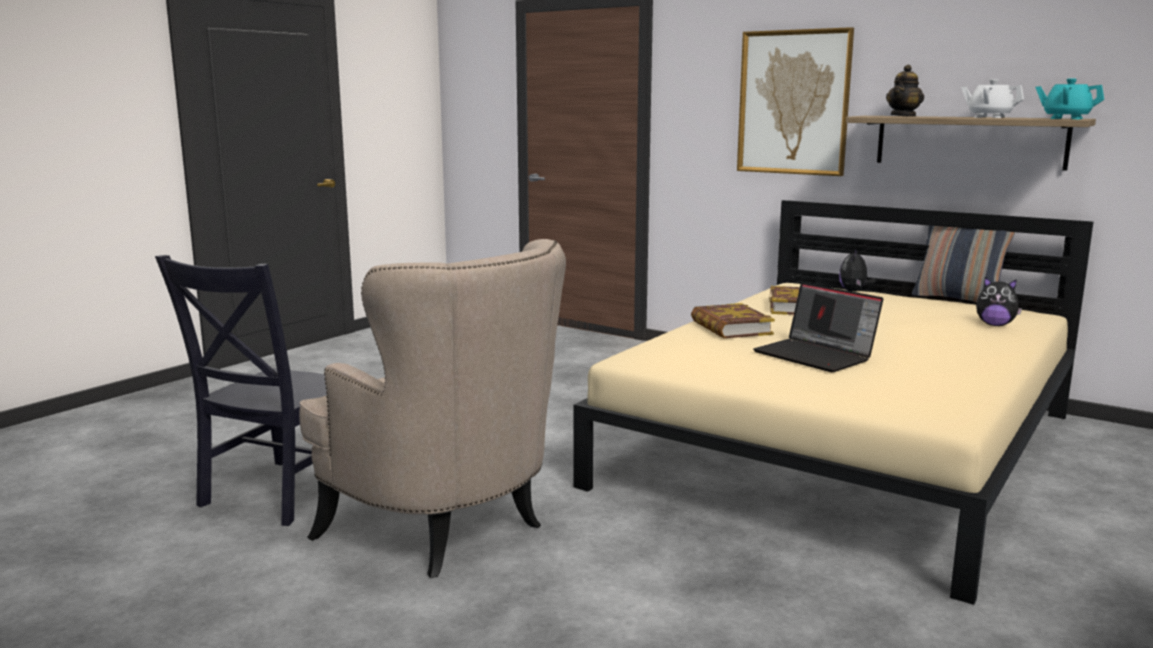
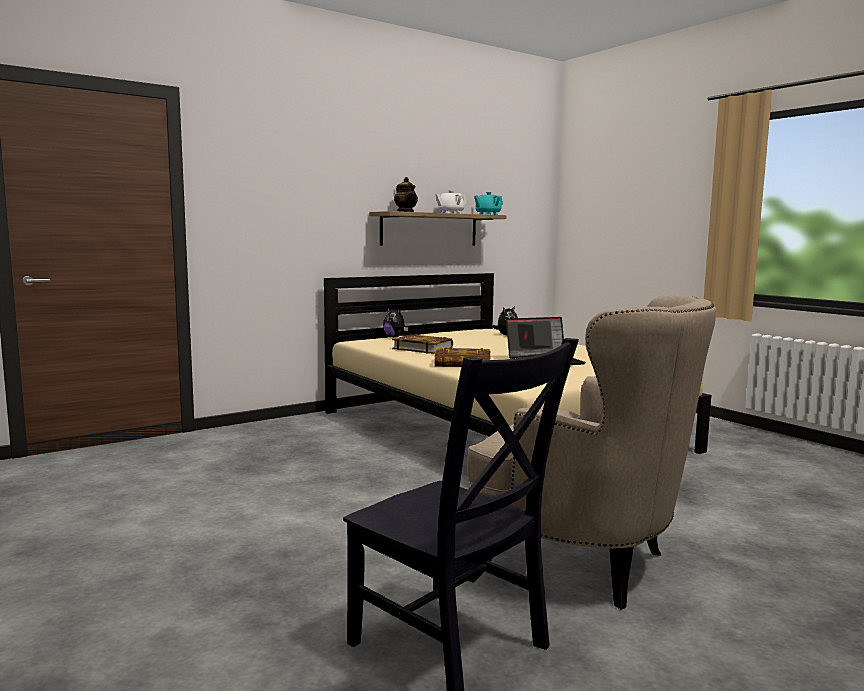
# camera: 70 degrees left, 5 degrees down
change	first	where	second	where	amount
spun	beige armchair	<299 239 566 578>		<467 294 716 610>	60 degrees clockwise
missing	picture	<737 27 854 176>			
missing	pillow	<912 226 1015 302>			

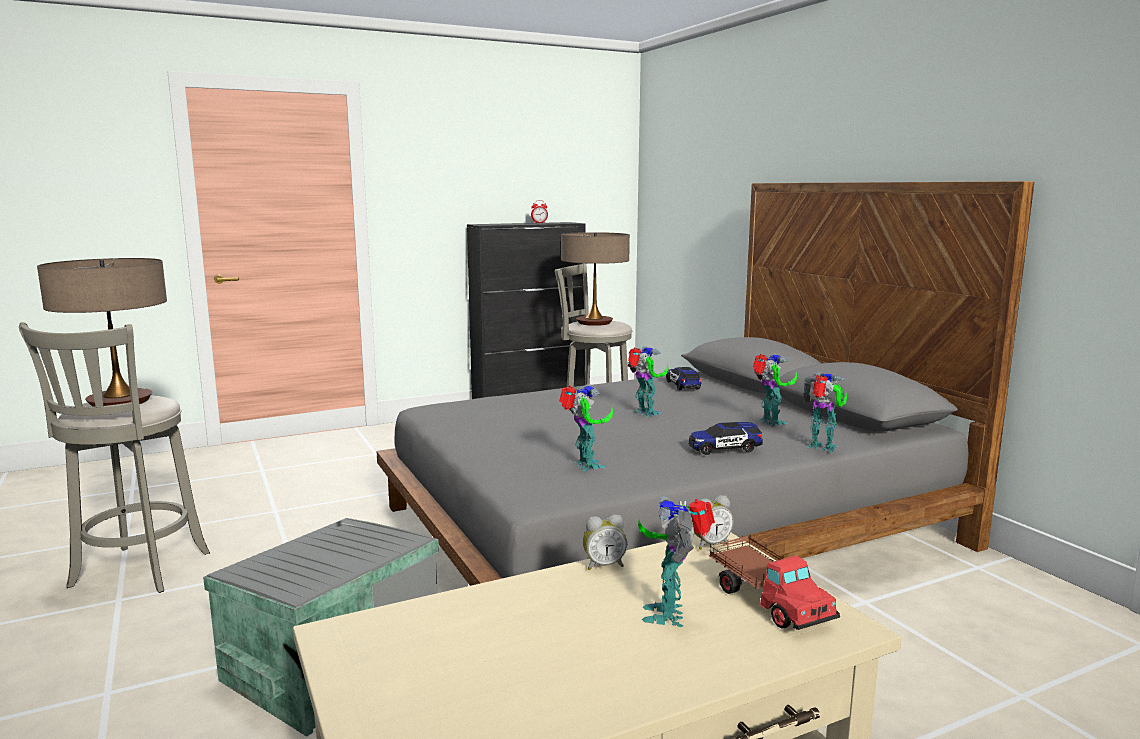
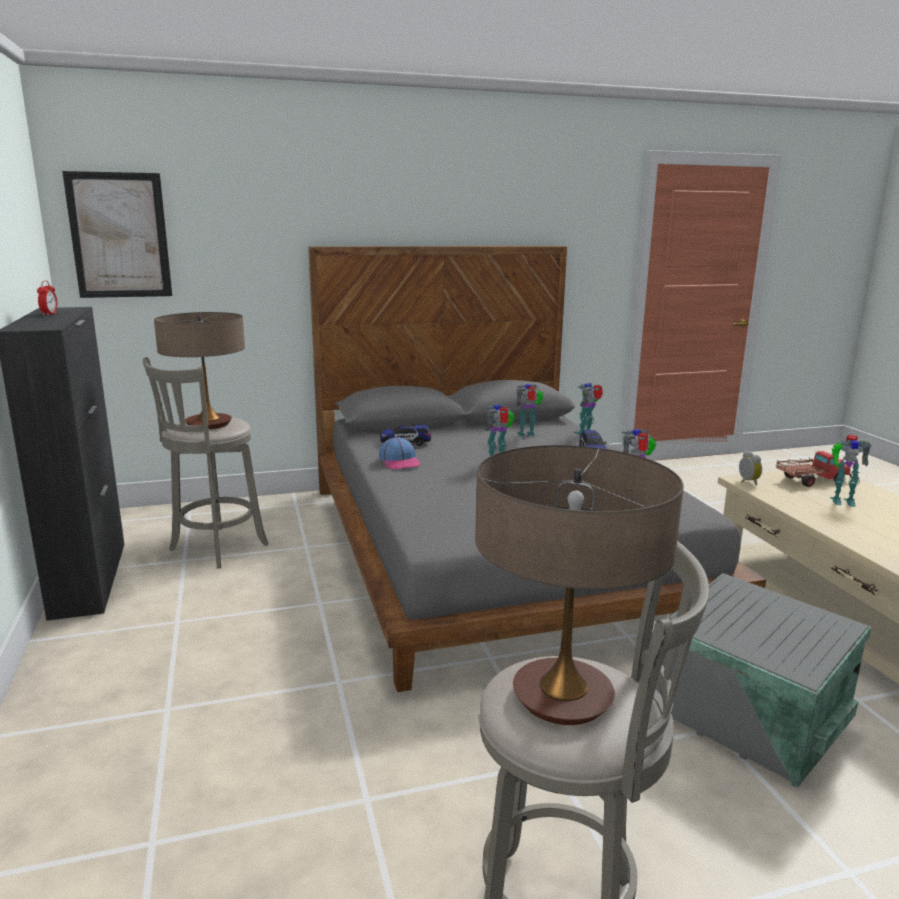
# camera: 80 degrees left, 5 degrees up
change	first	where	second	where	amount
appeared			picture	<62 171 172 298>	
appeared			cap	<379 437 420 469>	
missing	alarm clock	<583 515 627 571>			

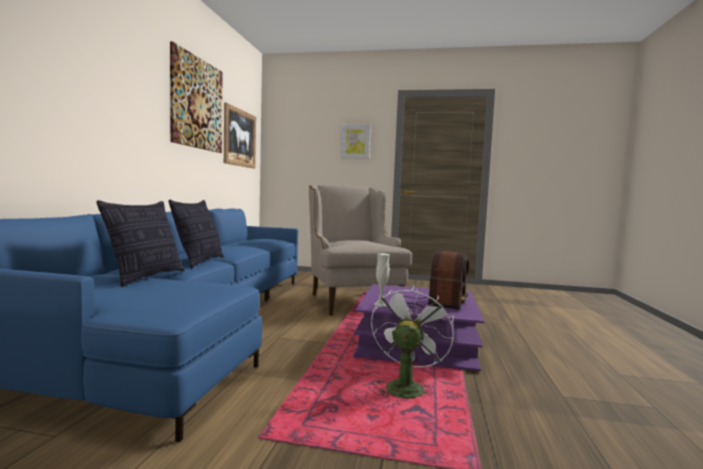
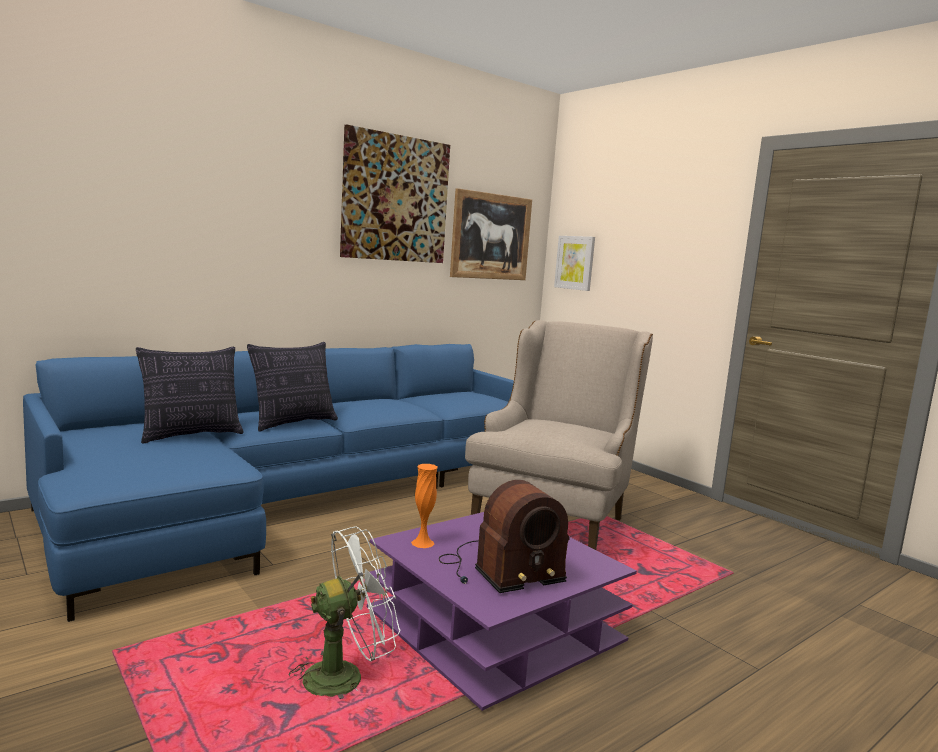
# camera: 40 degrees right, 5 degrees up
change	first	where	second	where	amount
colour	white vase	<374 253 390 306>	orange vase	<411 464 438 548>	
relocated	picture	<341 125 371 159>		<554 236 595 291>	

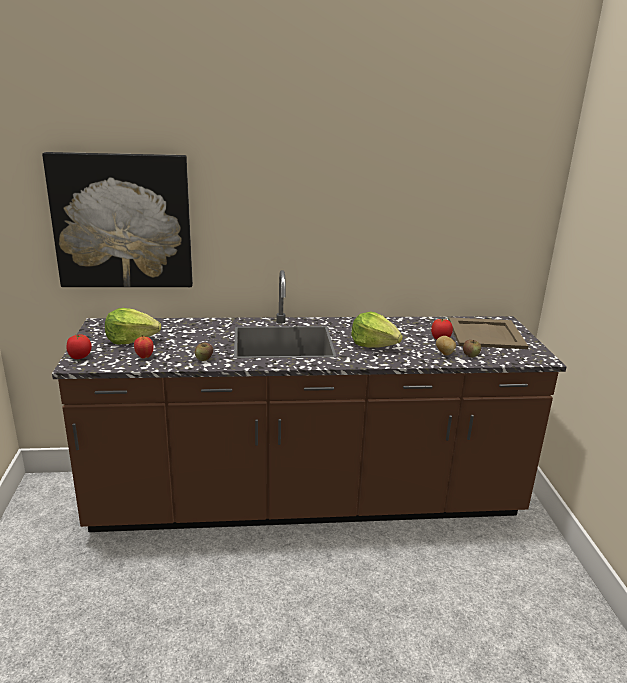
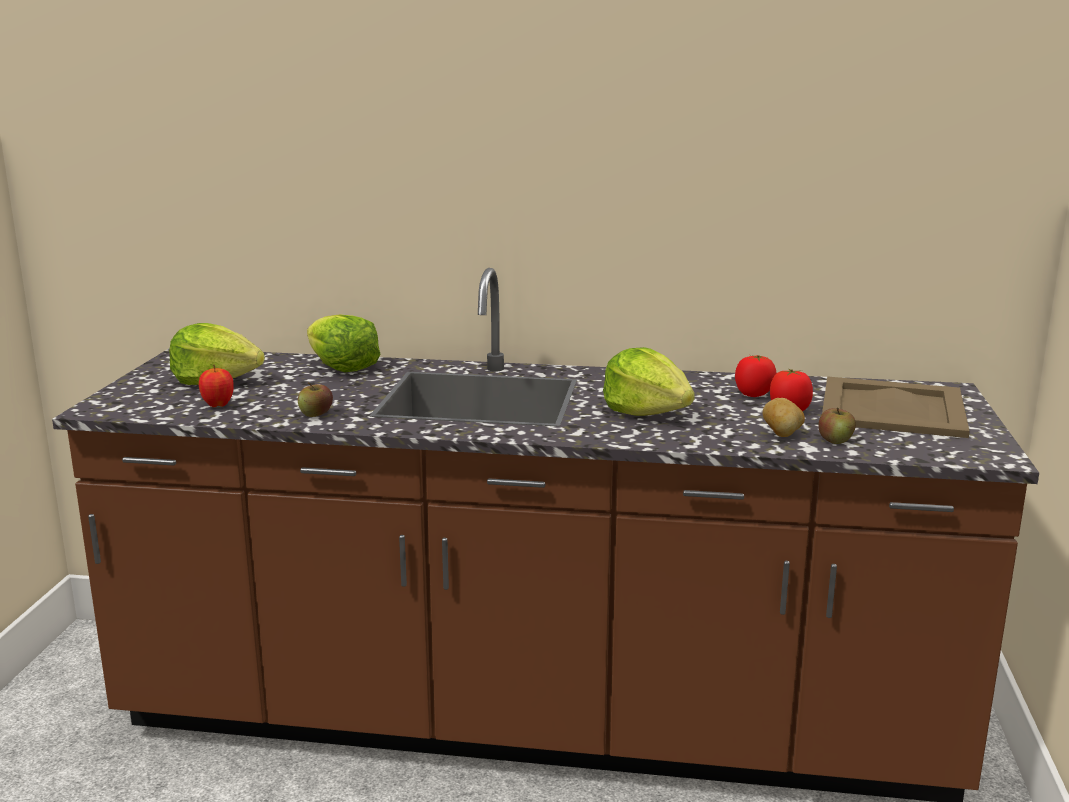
# camera: 15 degrees right, 5 degrees down
change	first	where	second	where	amount
appeared			lettuce	<307 314 380 372>	
relocated	tomato	<66 334 92 359>		<735 355 777 397>	
missing	picture	<42 152 193 287>			

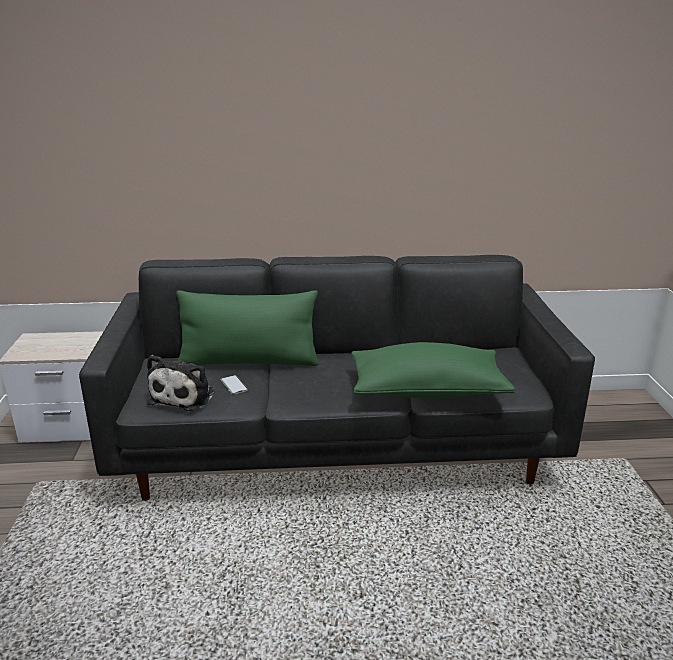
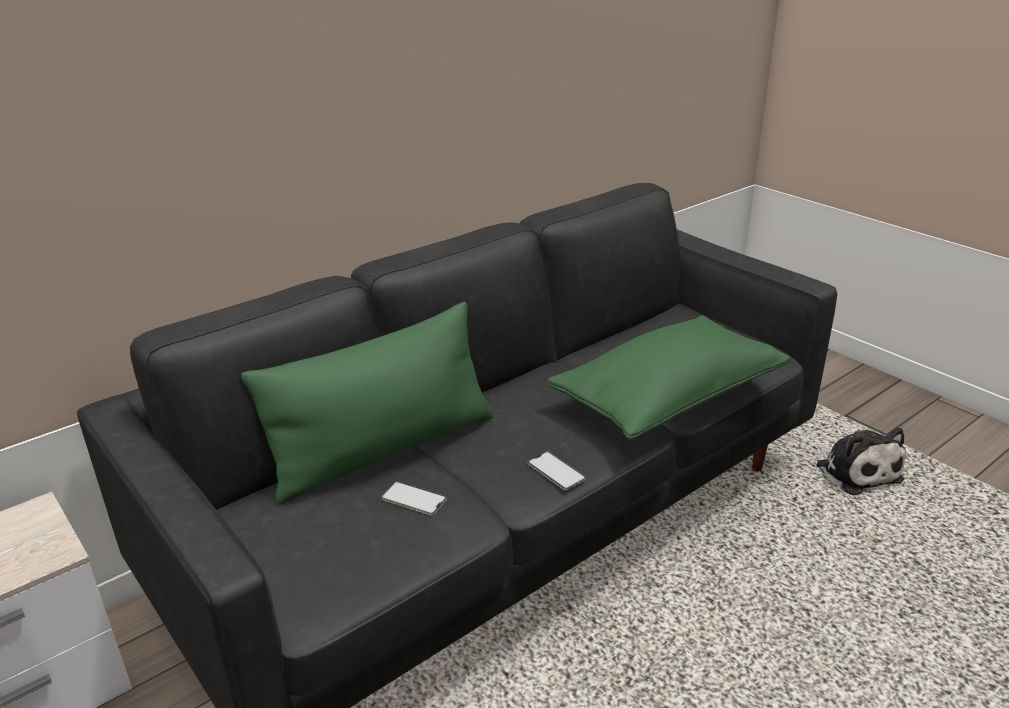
# camera: 35 degrees left, 5 degrees up
change	first	where	second	where	amount
appeared			phone	<527 451 586 490>	
relocated	plush toy	<147 355 214 411>		<817 428 905 495>	

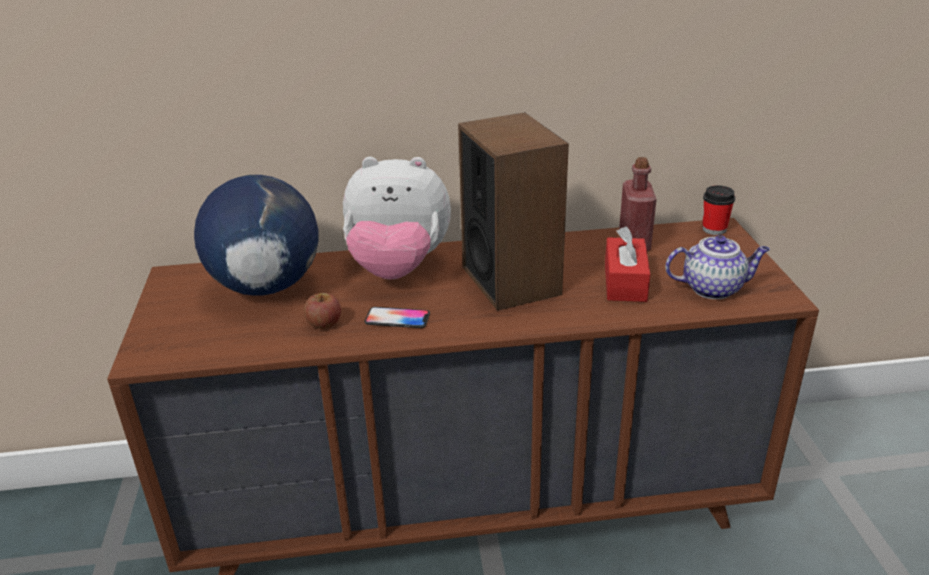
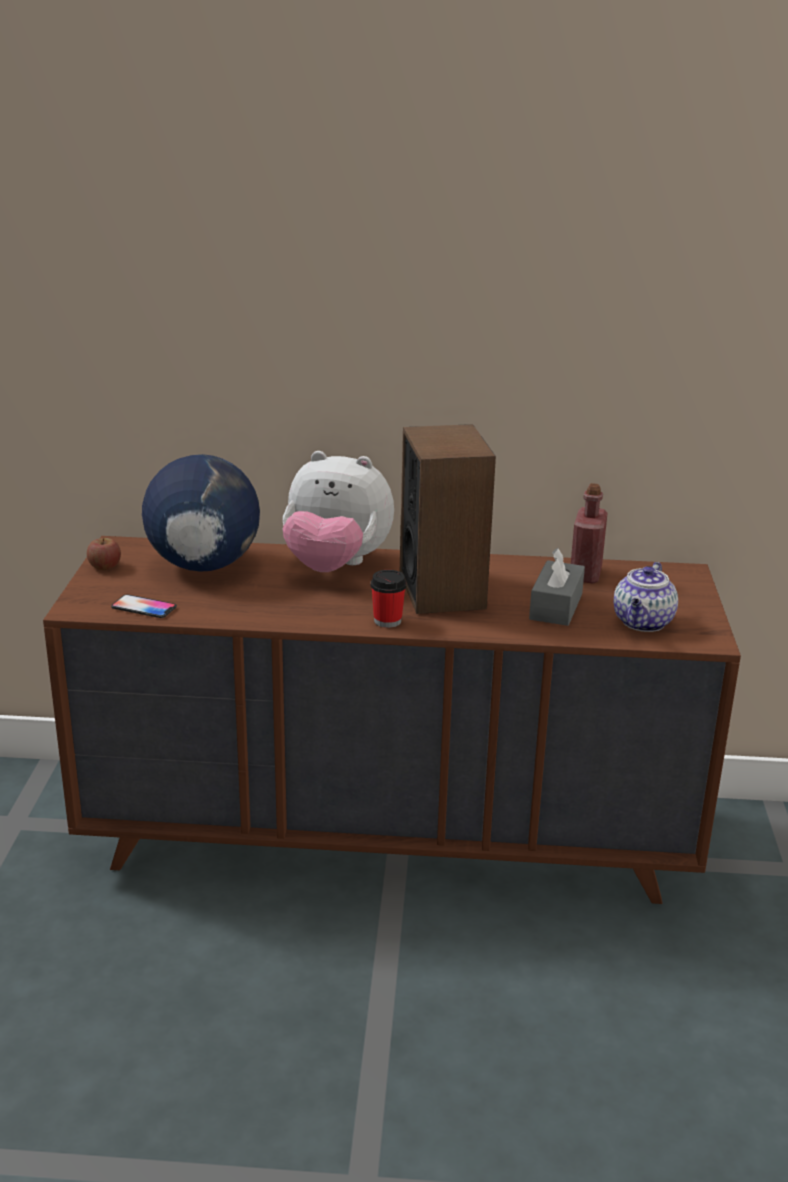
# camera: 10 degrees right, 5 degrees down
change	first	where	second	where	amount
relocated	apple	<304 293 341 329>		<87 538 121 570>	
relocated	phone	<365 307 430 328>		<111 594 177 618>	
relocated	cup	<703 185 735 235>		<371 570 406 628>	
colour	red tissue box	<605 226 650 302>	grey tissue box	<529 548 585 626>	
spun	teapot	<665 235 770 299>		<614 562 678 632>	105 degrees clockwise

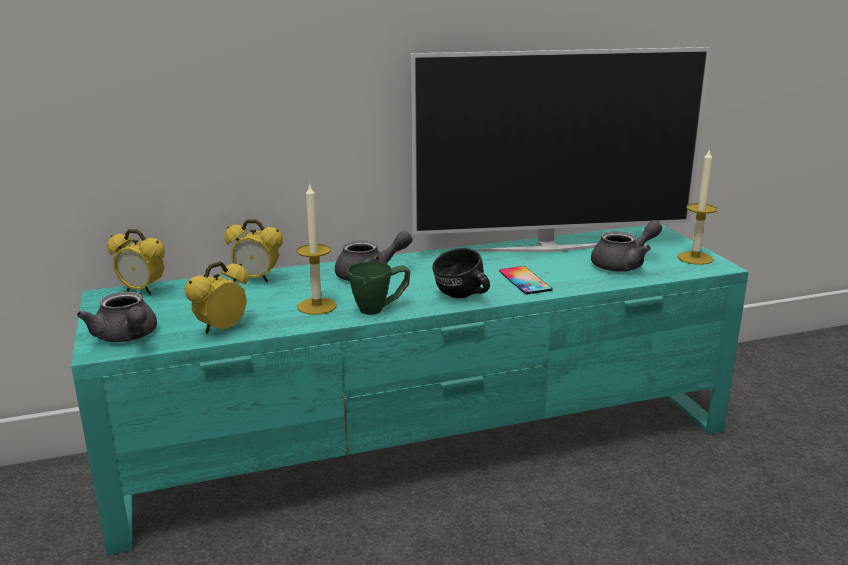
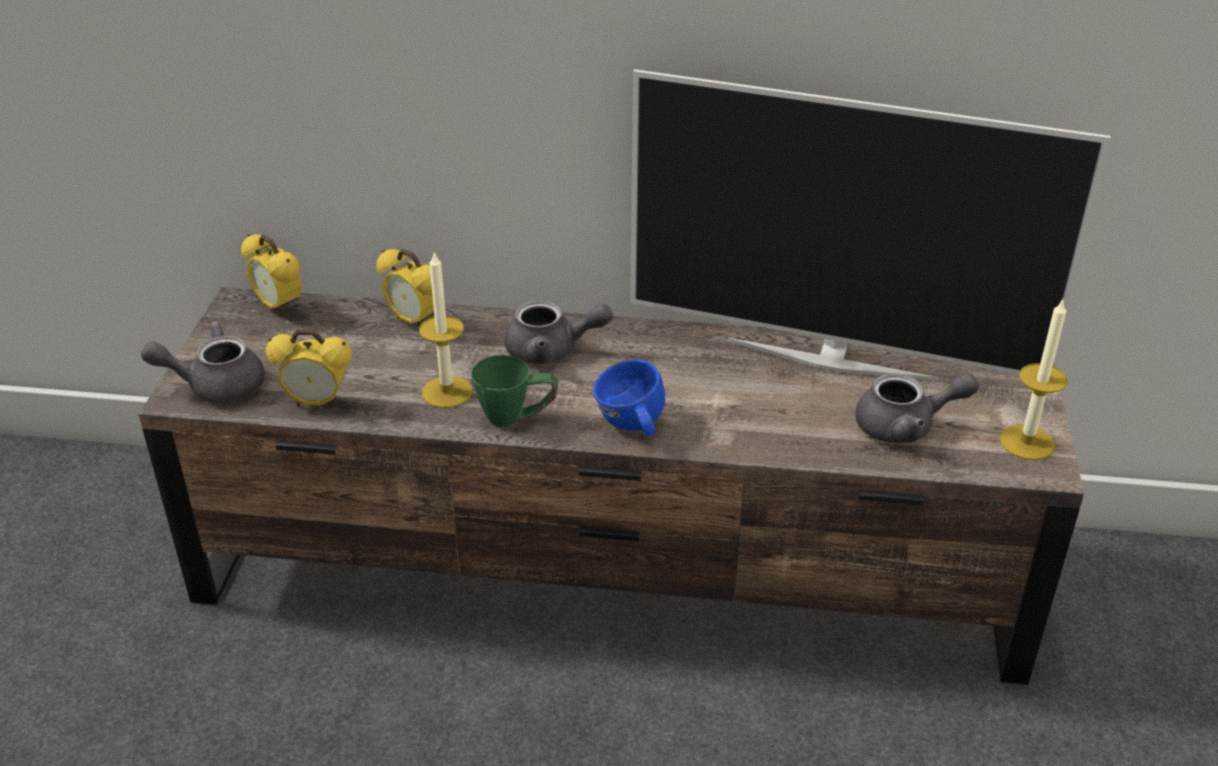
# camera: 25 degrees right, 15 degrees up
change	first	where	second	where	amount
colour	turquoise tv stand	<71 224 749 555>	brown tv stand	<138 287 1084 685>	
spun	grey teapot	<77 292 157 342>		<141 321 265 403>	90 degrees clockwise
spun	alarm clock	<185 261 248 334>		<266 330 352 409>	150 degrees counterclockwise
colour	black mug	<432 248 490 298>	blue mug	<593 359 665 436>	
missing	phone	<499 266 553 294>			

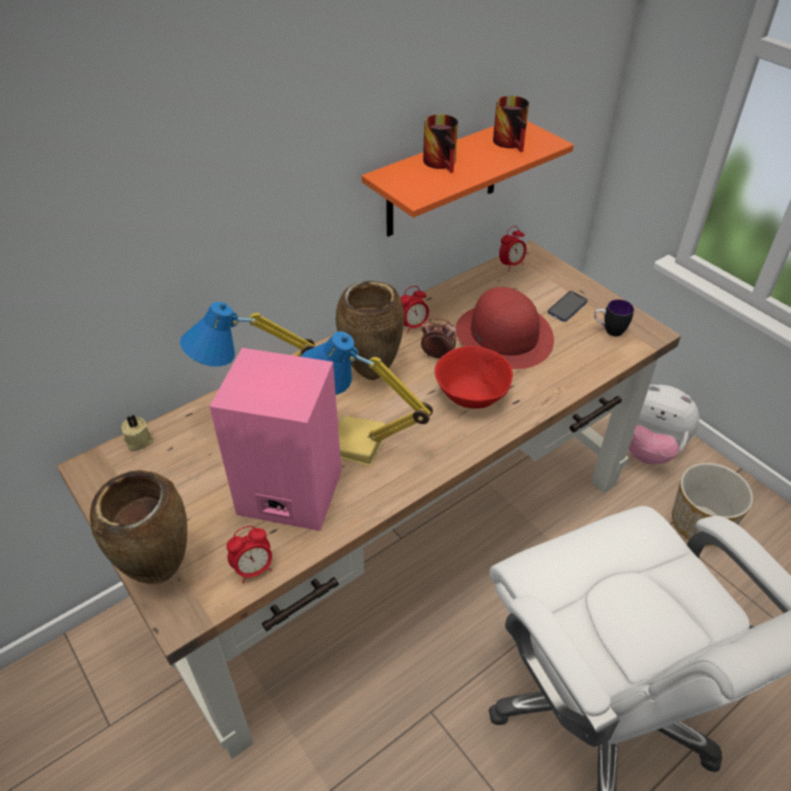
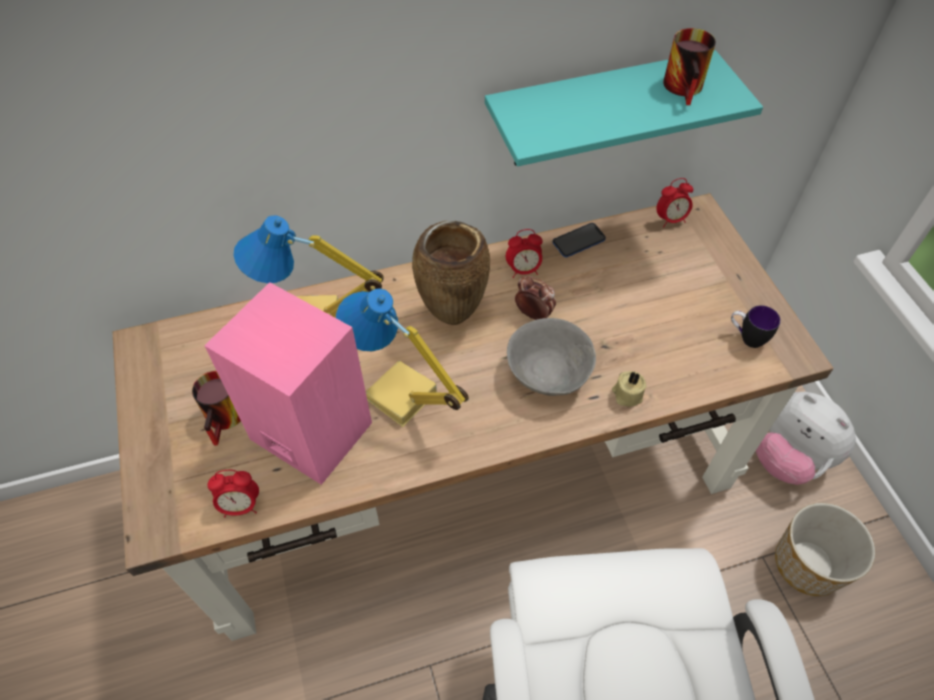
# camera: 20 degrees right, 10 degrees up
change	first	where	second	where	amount
relocated	mug	<423 114 458 173>		<192 371 241 446>	
colour	orange shelf	<362 121 574 237>	turquoise shelf	<485 50 763 166>	
colour	red bowl	<435 346 513 409>	grey bowl	<507 318 596 396>	
relocated	phone	<548 291 588 322>		<553 223 606 258>	
relocated	beige candle	<121 415 153 450>		<612 371 646 407>	
missing	brown vase	<90 470 187 584>			
missing	red hat	<456 287 554 369>			

